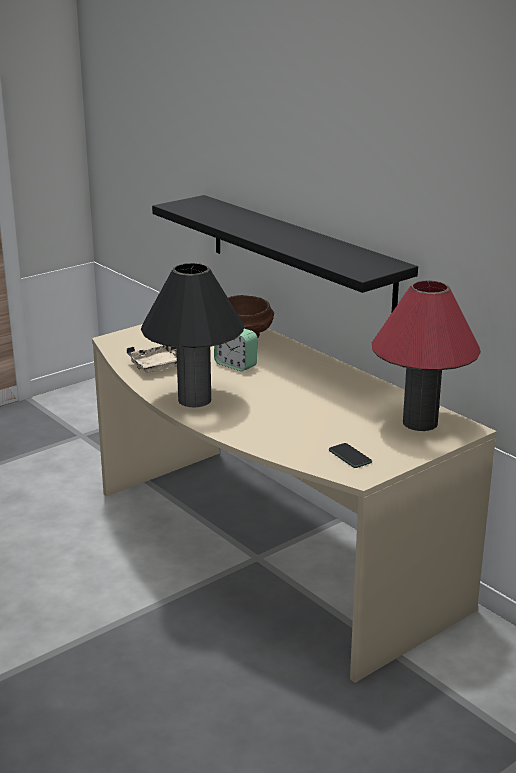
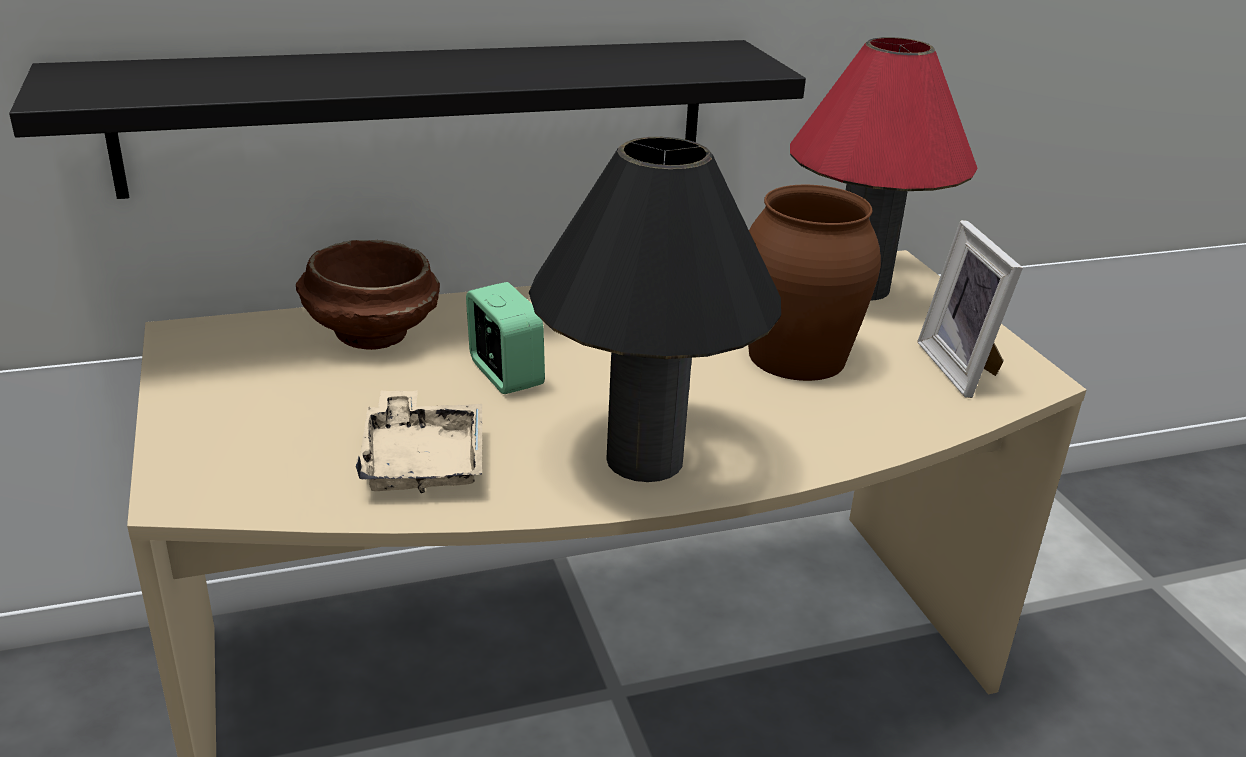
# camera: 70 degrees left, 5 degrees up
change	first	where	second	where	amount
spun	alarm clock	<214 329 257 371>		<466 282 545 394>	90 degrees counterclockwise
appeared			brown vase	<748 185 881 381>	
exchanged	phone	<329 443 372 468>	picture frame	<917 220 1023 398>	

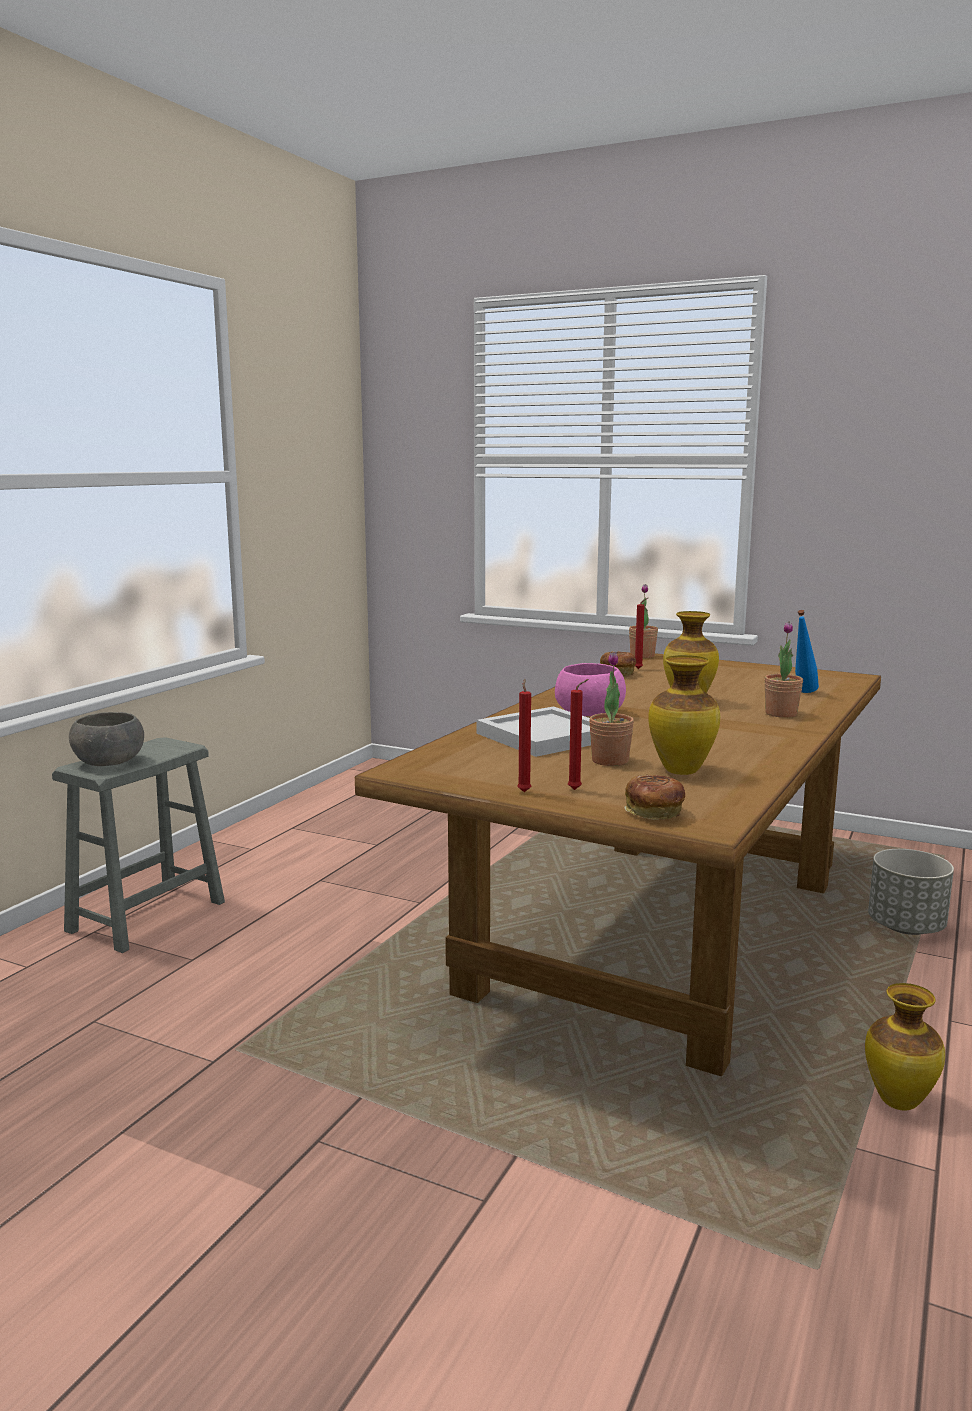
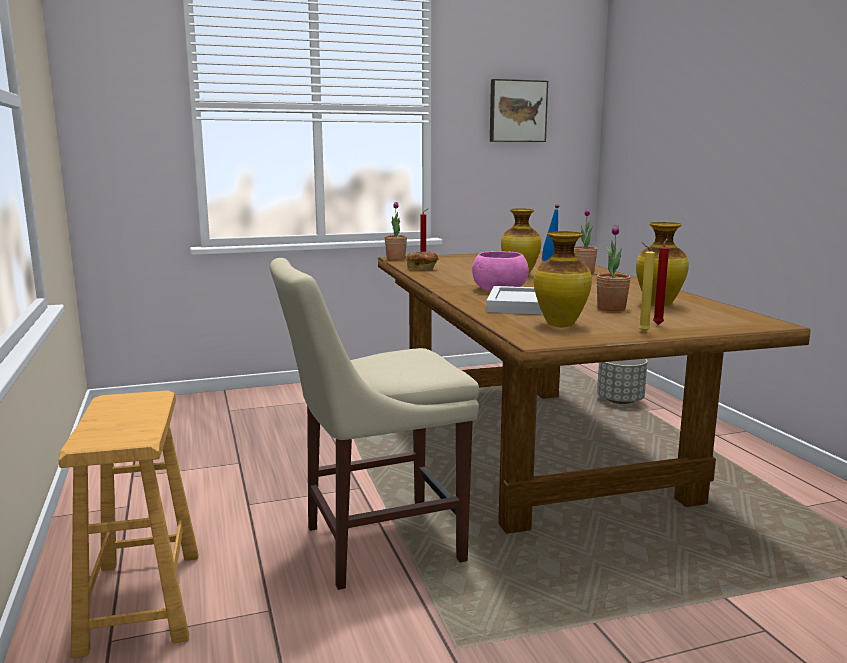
# camera: 45 degrees left, 0 degrees up
change	first	where	second	where	amount
colour	grey stool	<52 737 225 953>	brown stool	<58 391 199 658>	
appeared			beige chair	<270 258 479 590>	
appeared			picture	<490 79 548 142>	
relocated	vase	<865 983 945 1111>		<534 231 592 327>	
colour	red candle	<517 679 532 792>	yellow candle	<639 242 655 332>	
missing	grey bowl	<69 712 144 766>			
missing	bread	<624 775 685 820>			

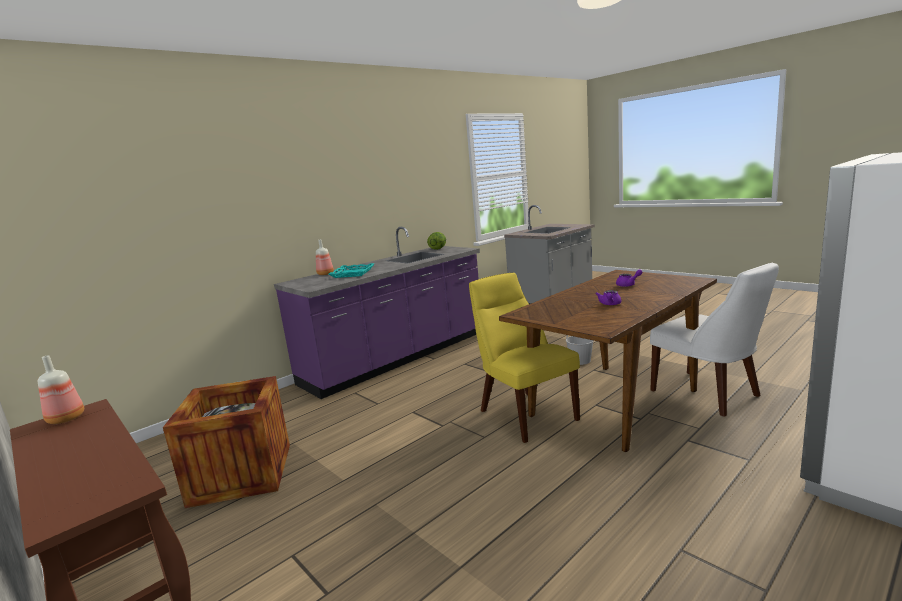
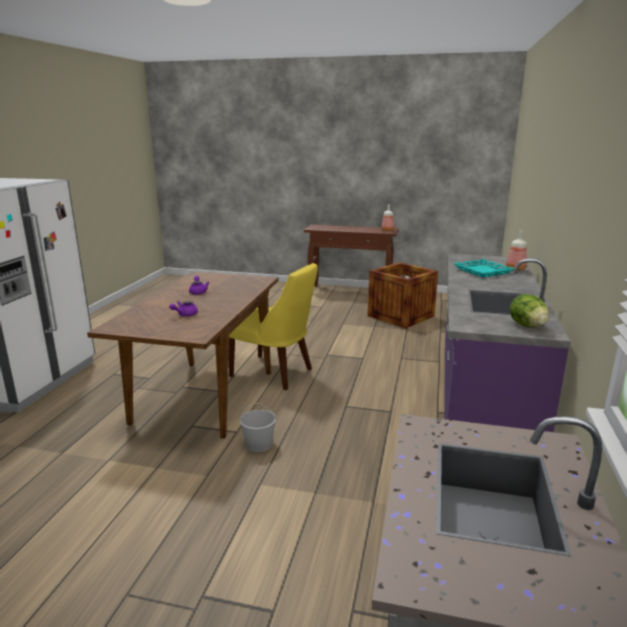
# camera: 145 degrees right, 5 degrees up
change	first	where	second	where	amount
missing	white chair	<650 262 779 417>			

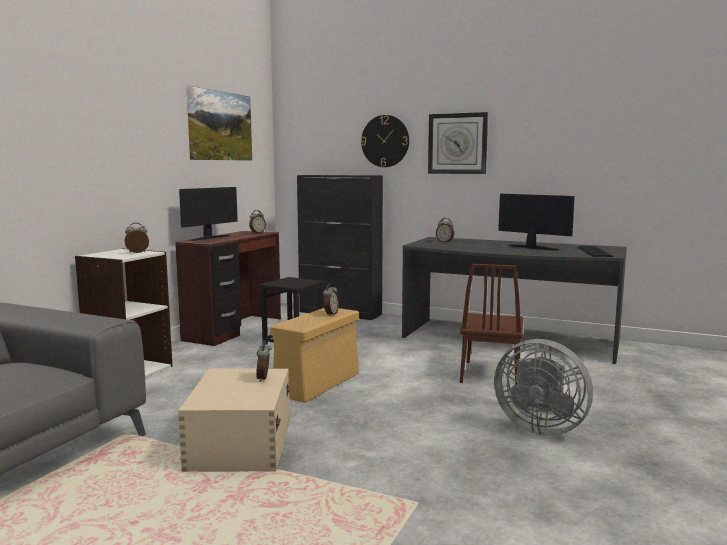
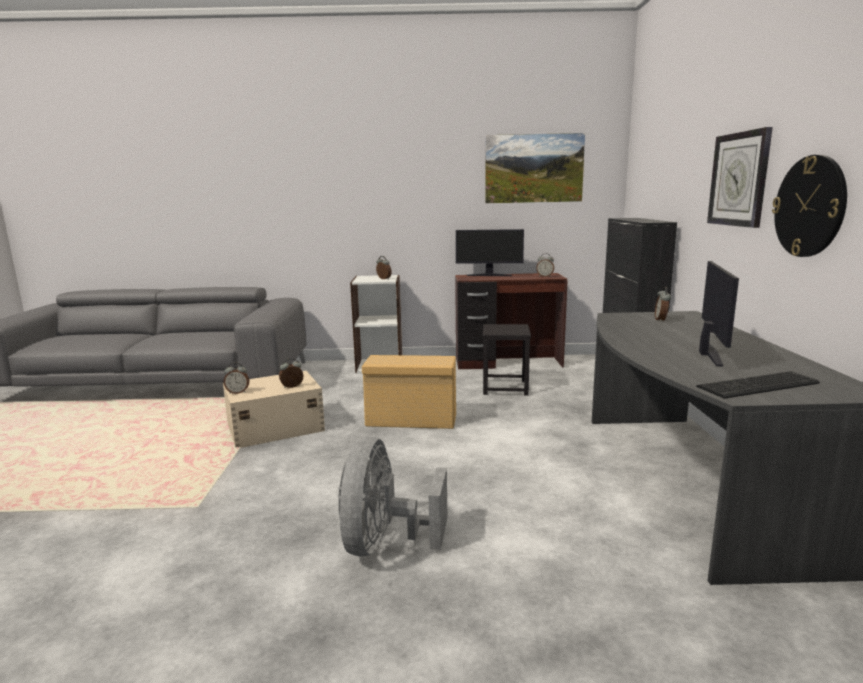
# camera: 65 degrees right, 5 degrees up
change	first	where	second	where	amount
relocated	alarm clock	<323 284 339 316>		<224 362 249 394>	
relocated	wall clock	<361 115 409 167>		<772 155 847 257>	
missing	brown chair	<460 264 523 385>			

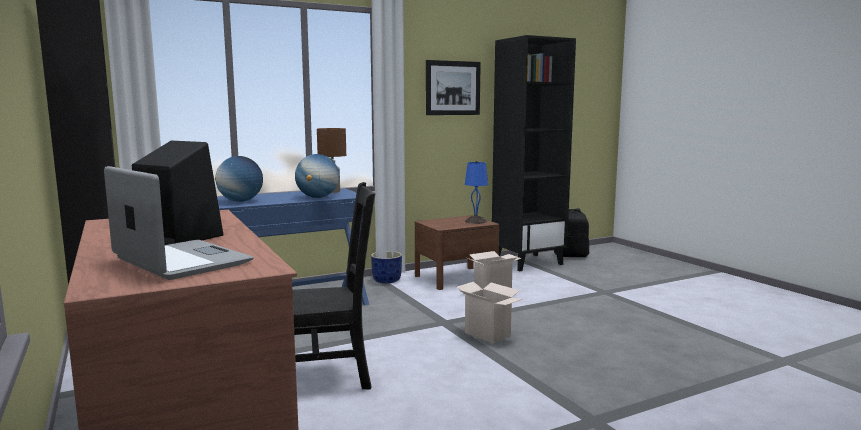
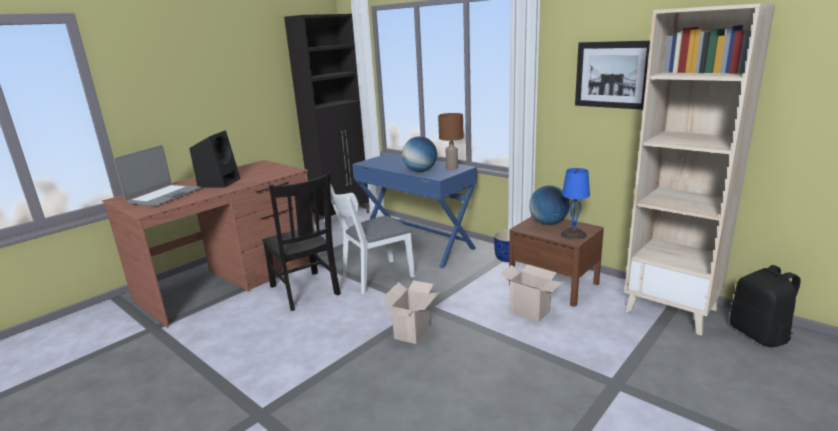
# camera: 70 degrees right, 10 degrees up
change	first	where	second	where	amount
appeared			white chair	<331 185 415 294>	
relocated	globe	<215 156 263 202>		<529 185 570 225>	
colour	black bookcase	<492 35 576 272>	beige bookcase	<624 3 776 336>	

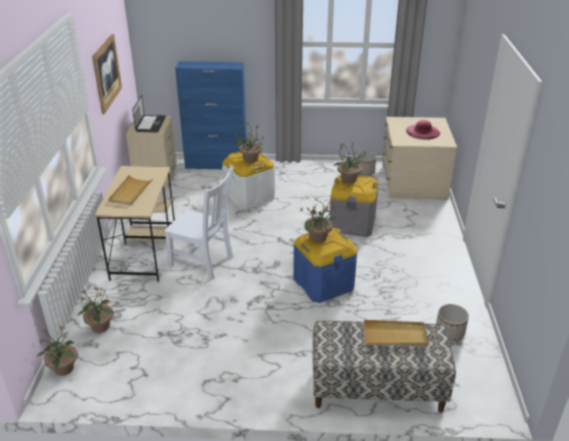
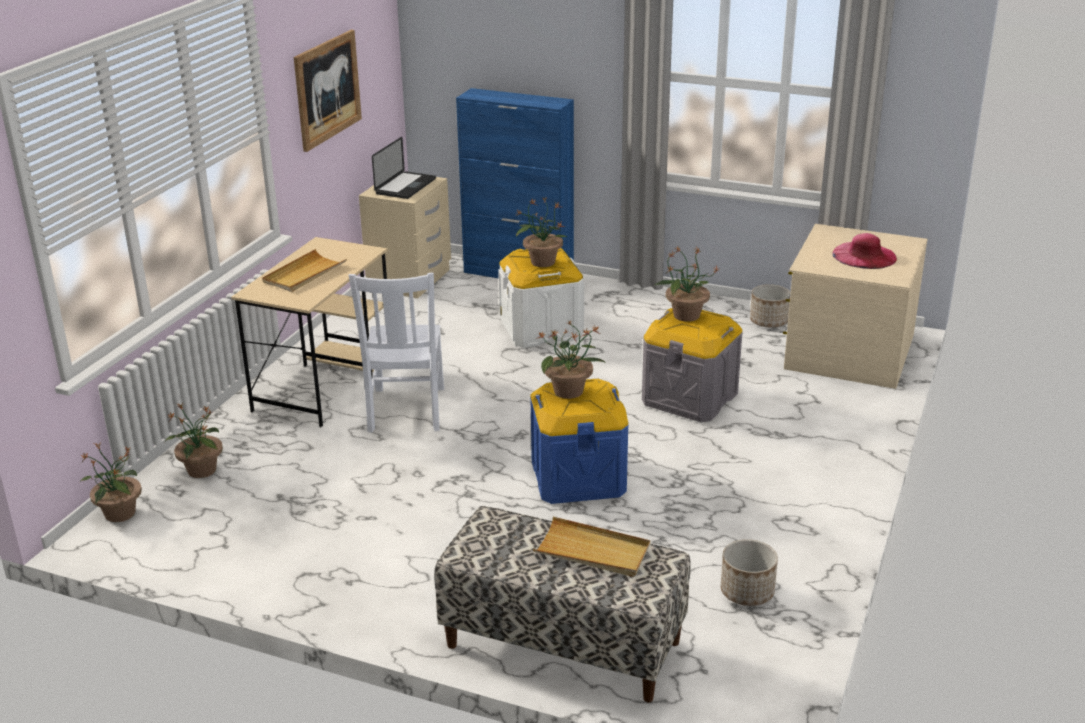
# camera: 20 degrees right, 5 degrees down
change	first	where	second	where	amount
spun	white chair	<164 168 233 279>		<349 272 444 433>	45 degrees clockwise

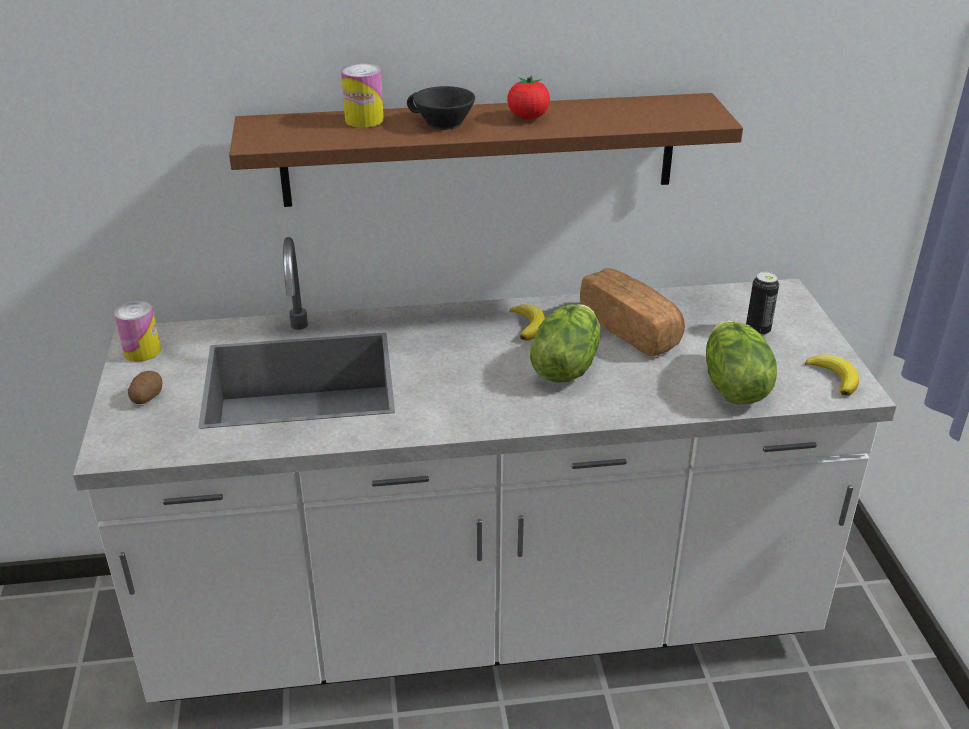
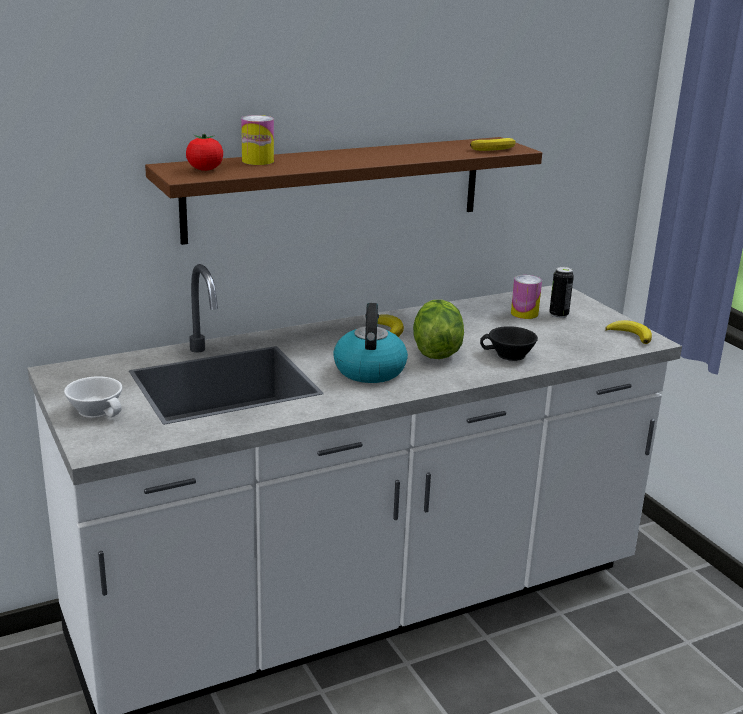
# camera: 20 degrees left, 10 degrees down
change	first	where	second	where	amount
exchanged	potato	<128 371 162 404>	white cup	<64 377 122 418>	
relocated	tomato	<507 75 550 120>		<186 134 223 171>	
appeared			kettle	<333 303 408 383>	
appeared			banana	<470 138 515 151>	
relocated	black cup	<407 86 475 130>		<480 326 538 361>	
relocated	can	<114 301 161 362>		<511 275 542 319>	
missing	bread	<580 268 685 357>			
missing	lettuce	<706 320 777 404>			

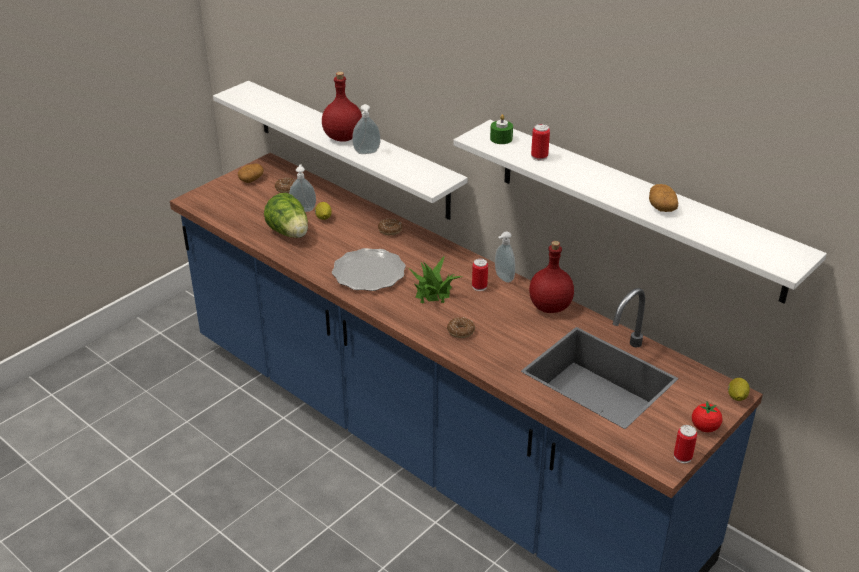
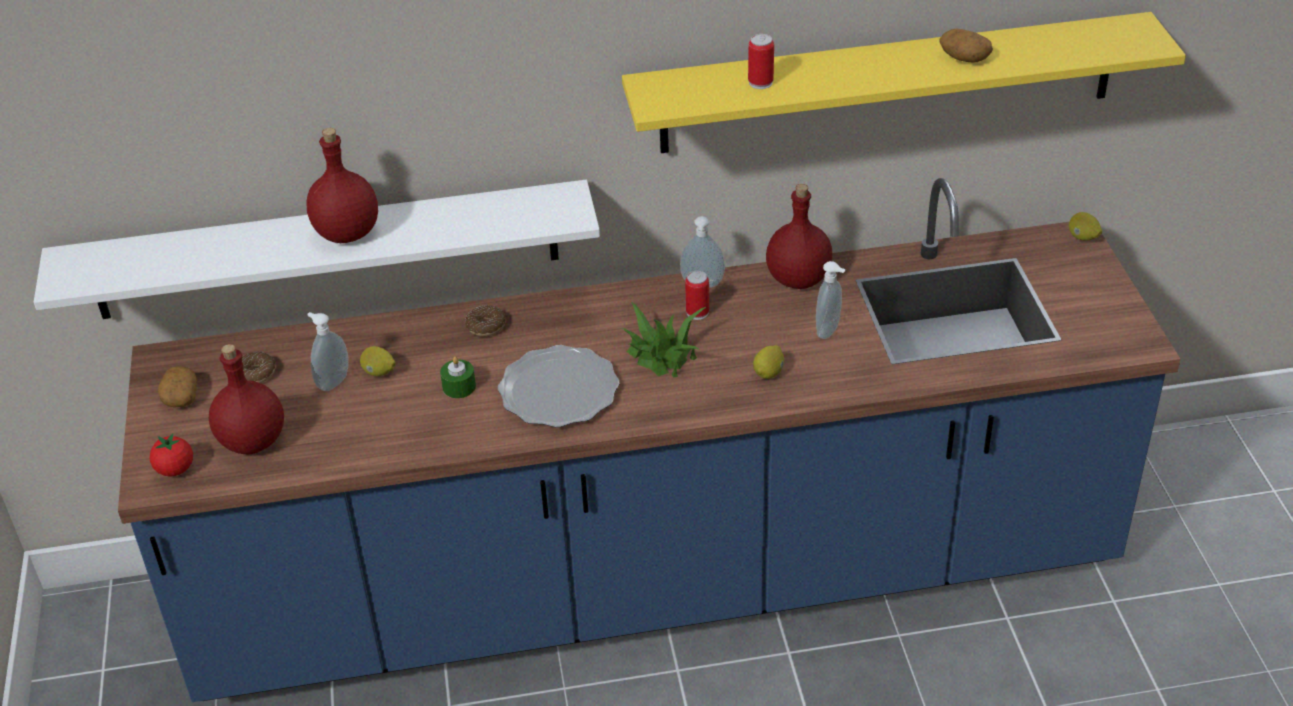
# camera: 50 degrees left, 5 degrees up
change	first	where	second	where	amount
relocated	tomato	<692 401 722 432>		<150 433 193 477>	
appeared			red bottle	<209 344 284 454>	
relocated	green candle	<490 114 513 144>		<440 357 476 398>	
colour	white shelf	<453 120 827 303>	yellow shelf	<622 12 1186 153>	
exchanged	donut	<447 317 475 338>	lemon	<753 345 784 379>	
relocated	soap dispenser	<352 104 380 154>		<816 261 846 339>	
missing	lettuce	<264 193 308 238>			
missing	can	<674 425 697 463>			

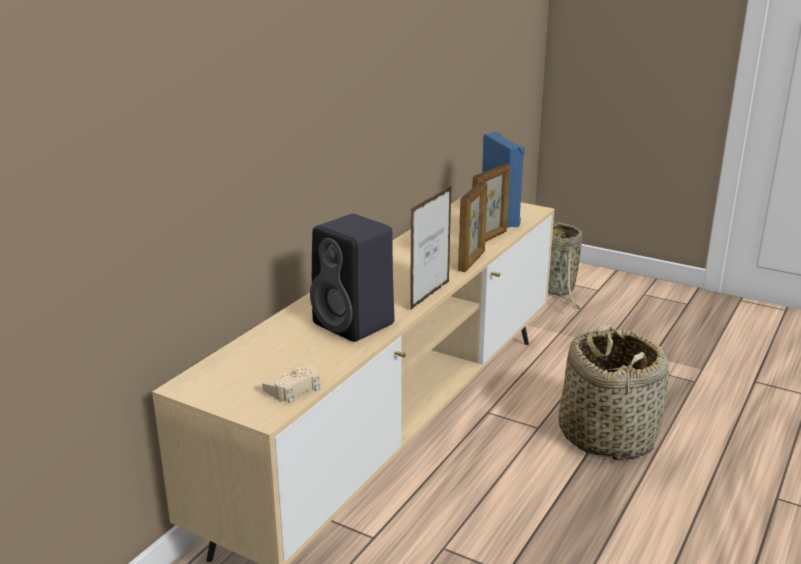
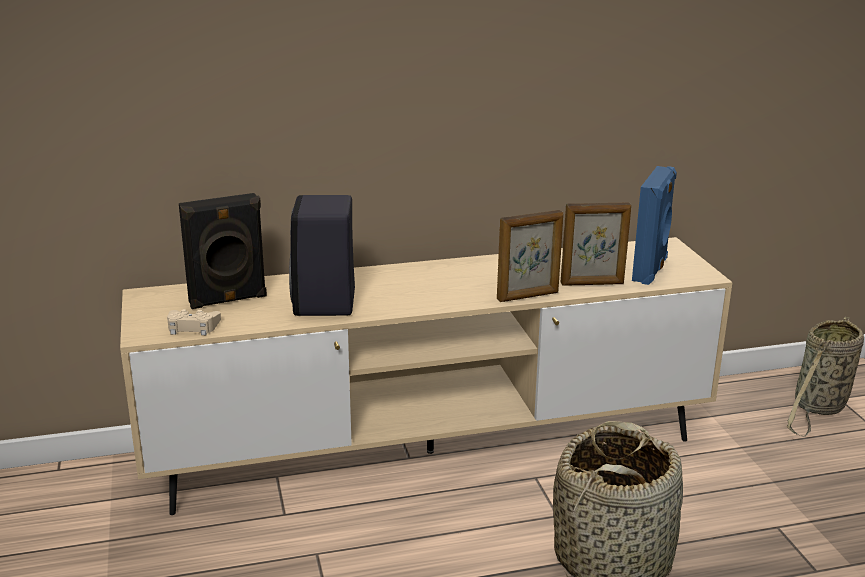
# camera: 45 degrees right, 0 degrees up
change	first	where	second	where	amount
appeared			black speaker	<179 193 267 309>	
missing	picture frame	<410 185 452 310>			

